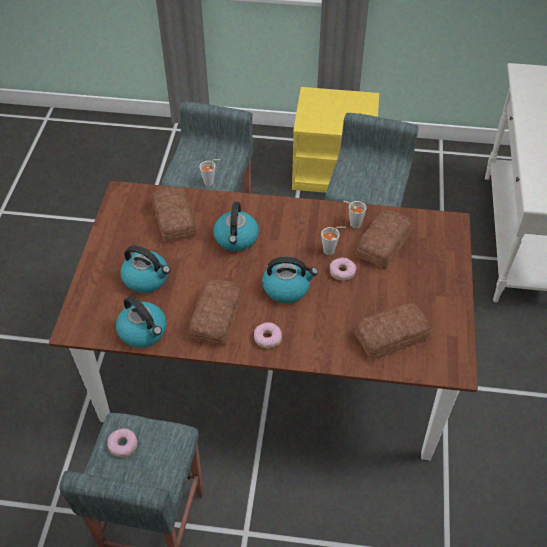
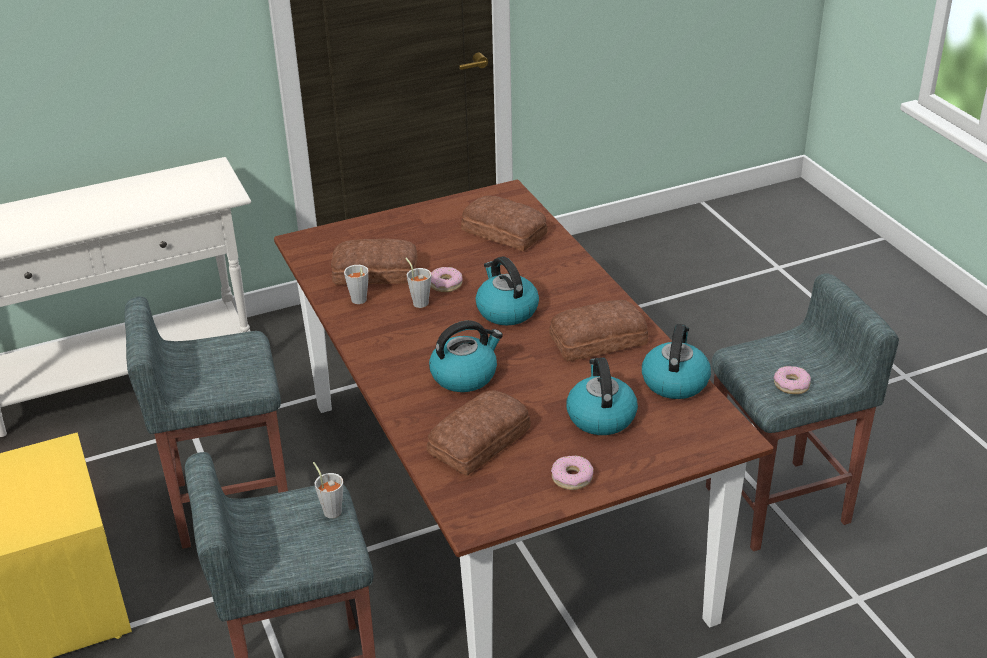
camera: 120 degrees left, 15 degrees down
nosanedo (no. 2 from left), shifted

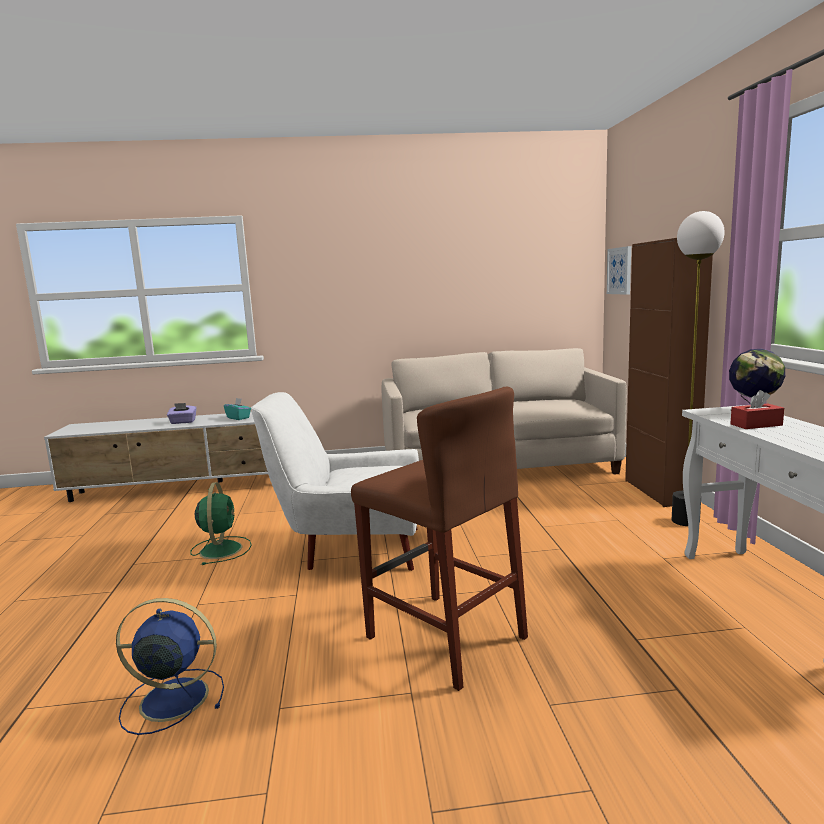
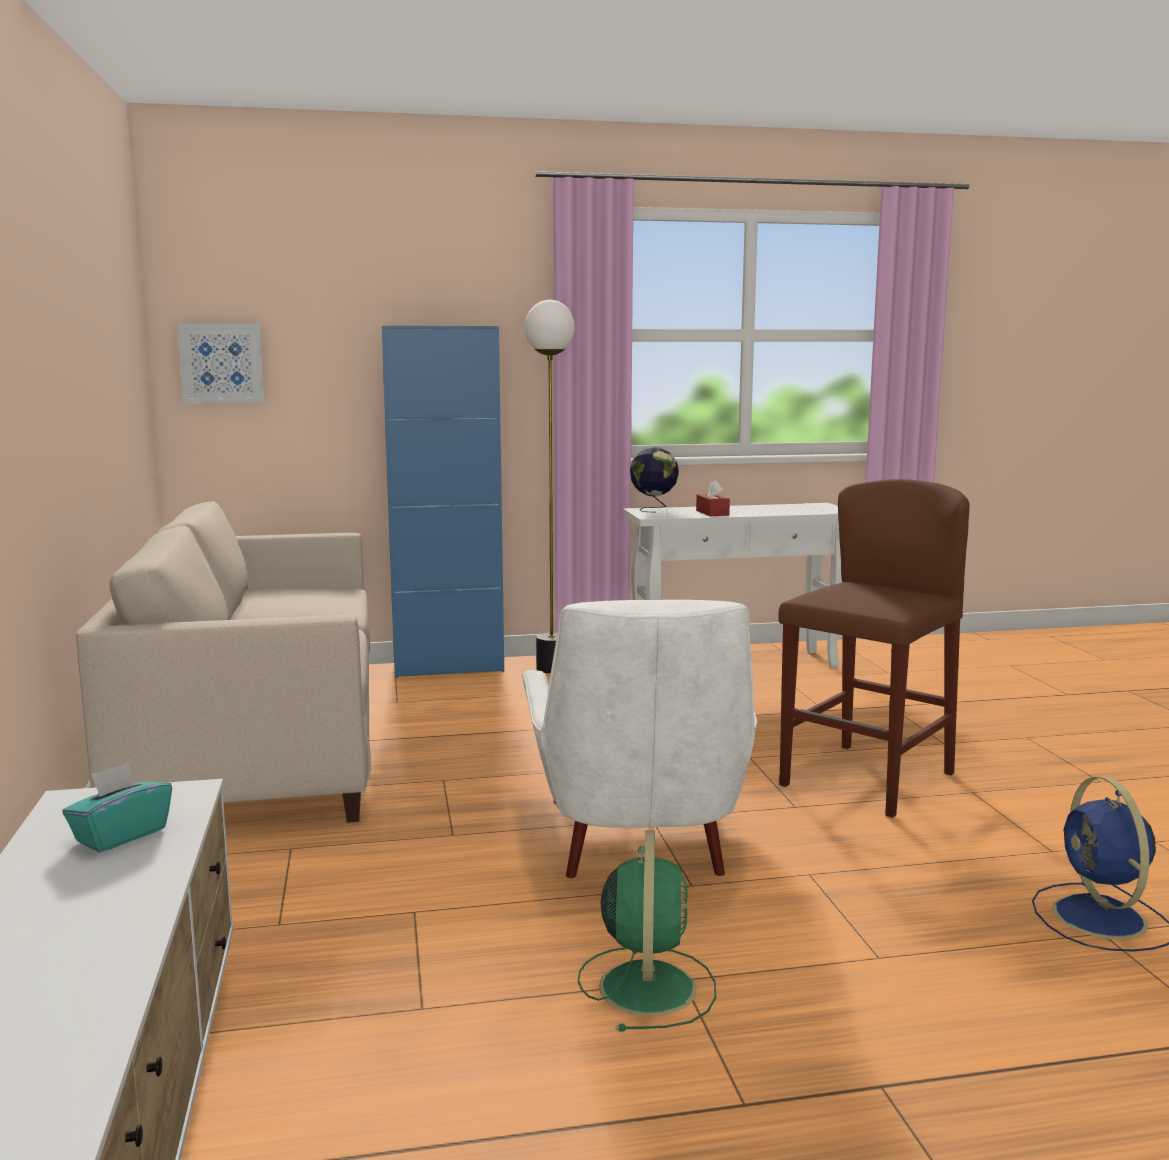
camera: 95 degrees left, 0 degrees up
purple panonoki -> none
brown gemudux -> blue gemudux
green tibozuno, 105 degrees clockwise

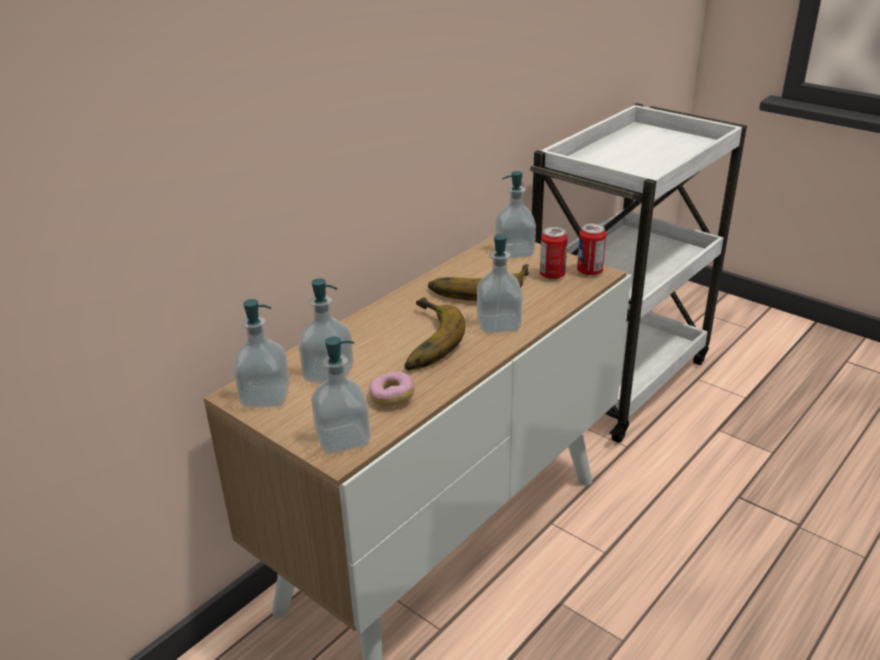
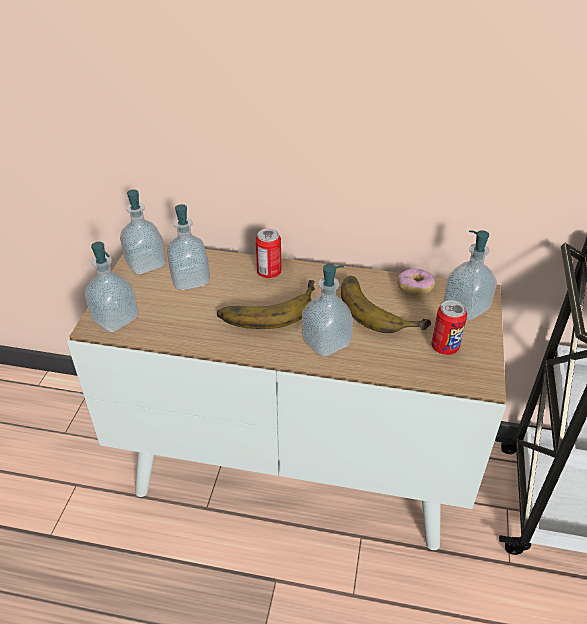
camera: 60 degrees right, 10 degrees up
nosanedo, shifted
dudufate (no. 2 from left in the first image) -> dudufate (no. 1 from left), shifted

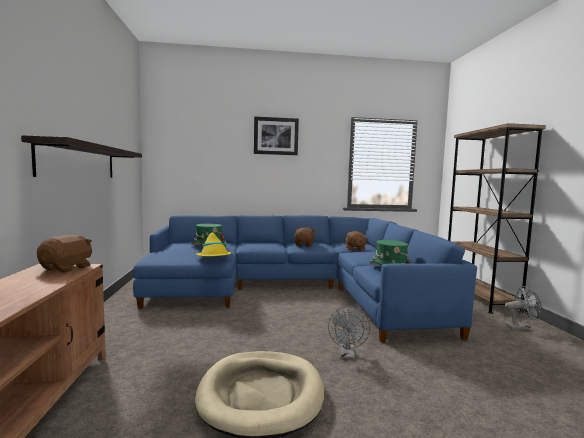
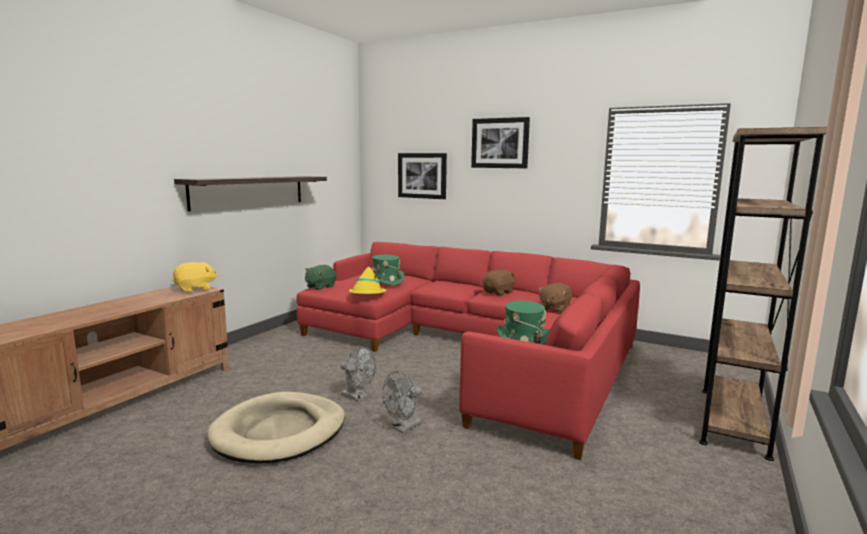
camera: 35 degrees right, 5 degrees up
none -> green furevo
none -> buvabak (no. 1 from left)
grey tibozuno (no. 2 from left in the first image) -> grey tibozuno (no. 1 from left), shifted
brown furevo (no. 1 from left) -> yellow furevo
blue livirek -> red livirek

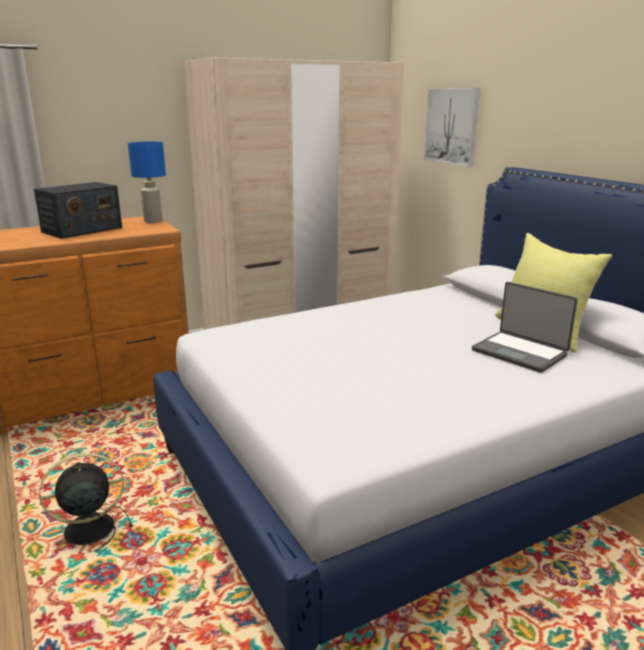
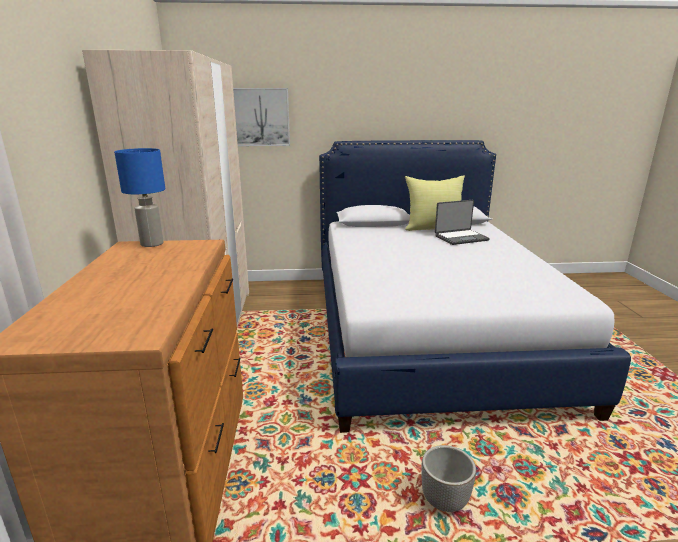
camera: 65 degrees left, 0 degrees up
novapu -> none
black tibozuno -> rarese

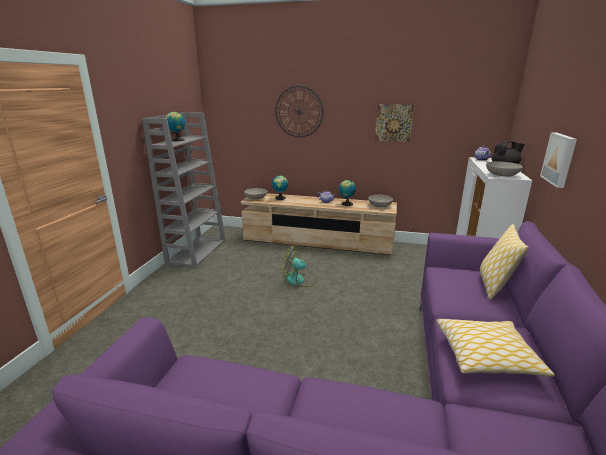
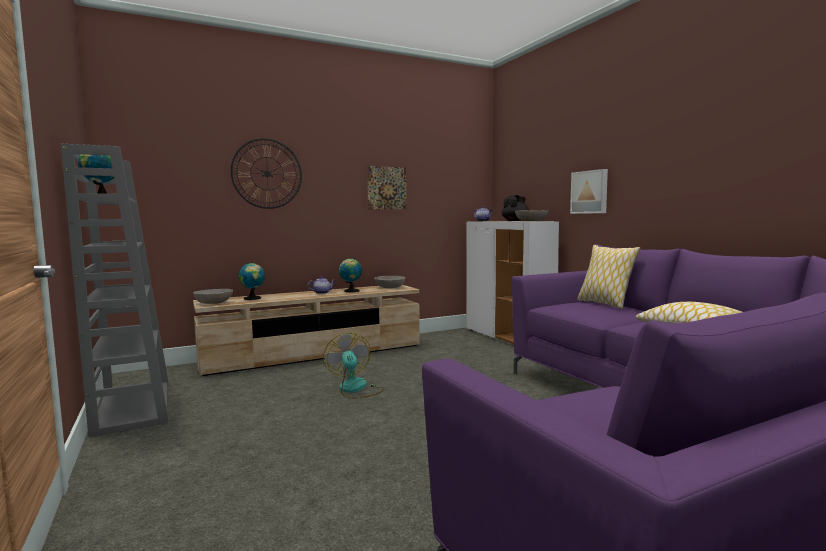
camera: 40 degrees left, 15 degrees down
tibozuno, 90 degrees clockwise

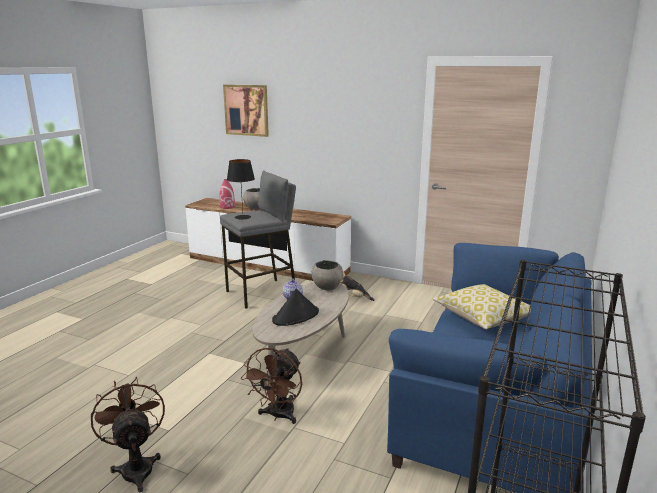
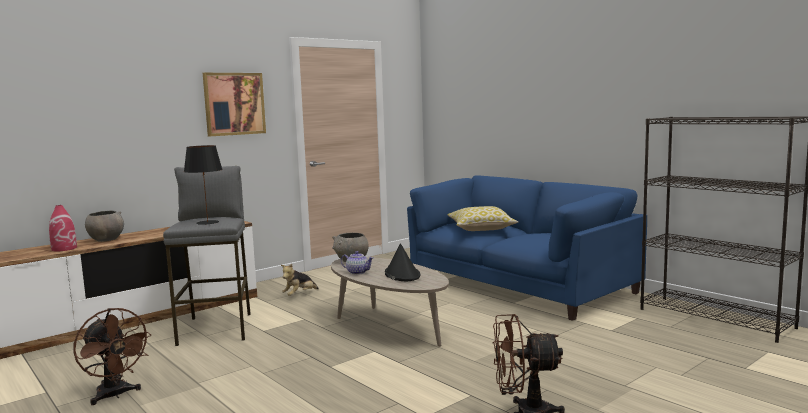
camera: 65 degrees left, 10 degrees down
buvabak, shifted
brown tibozuno (no. 2 from left in the first image) -> brown tibozuno (no. 1 from left), shifted

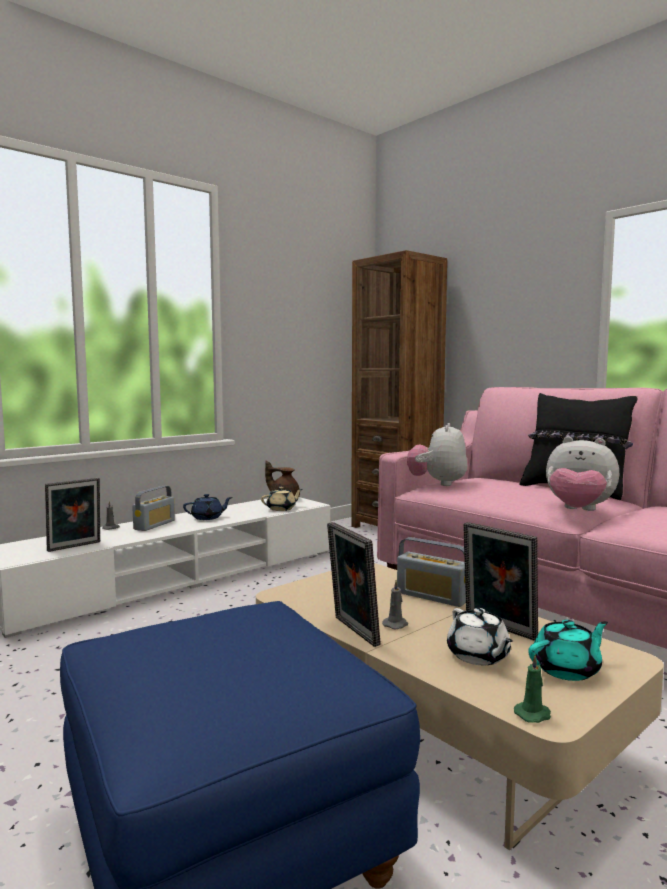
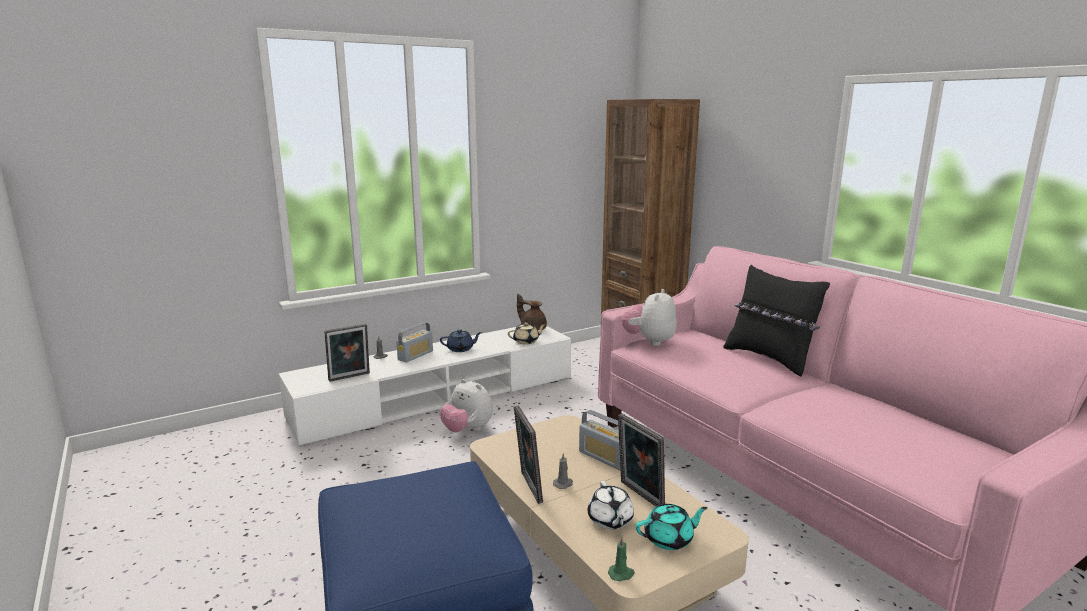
camera: 10 degrees right, 10 degrees up
furevo (no. 2 from left in the first image) -> furevo (no. 1 from left), shifted

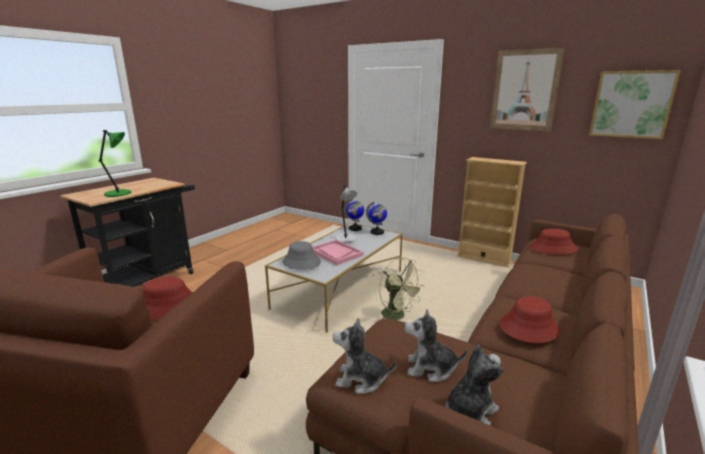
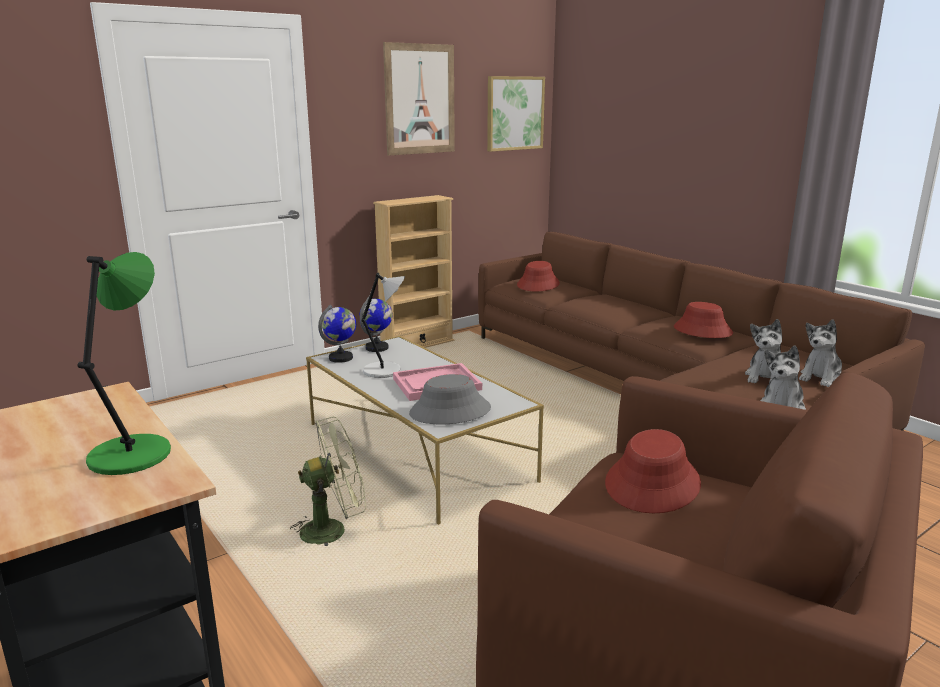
camera: 70 degrees left, 0 degrees up
green tibozuno, shifted
furevo (no. 3 from left), 120 degrees counterclockwise

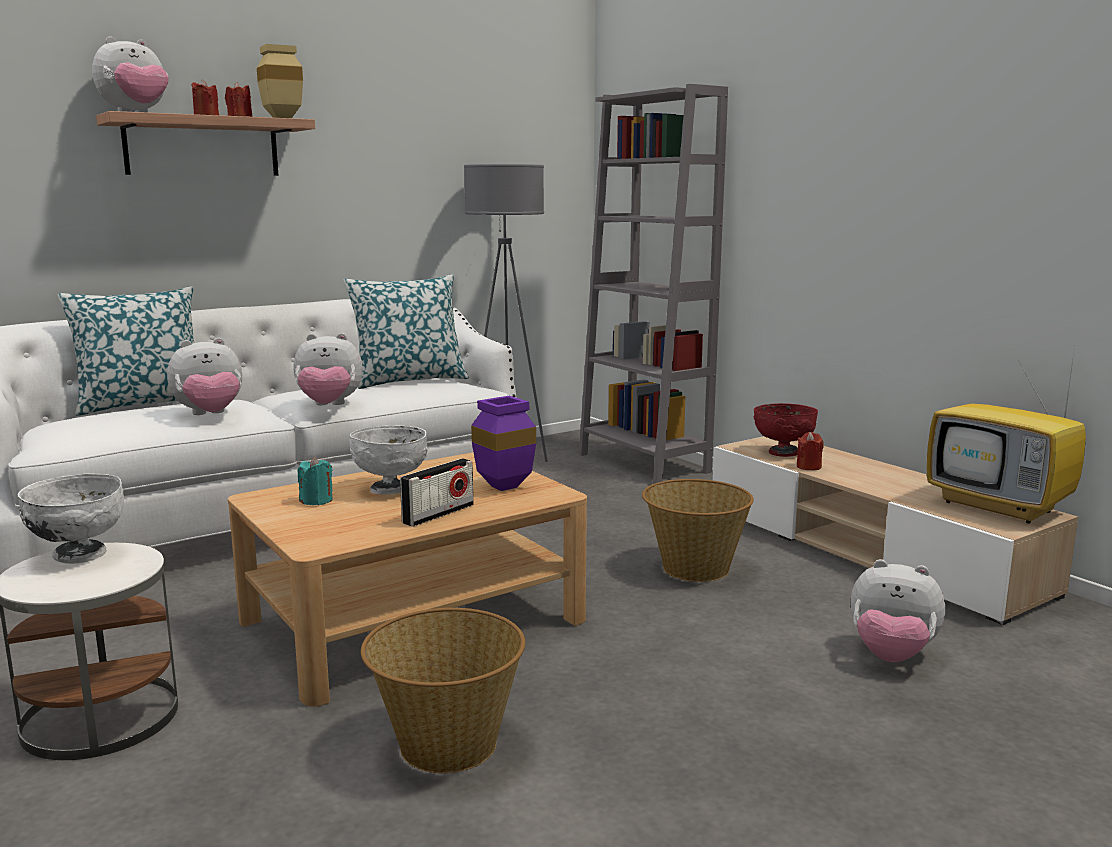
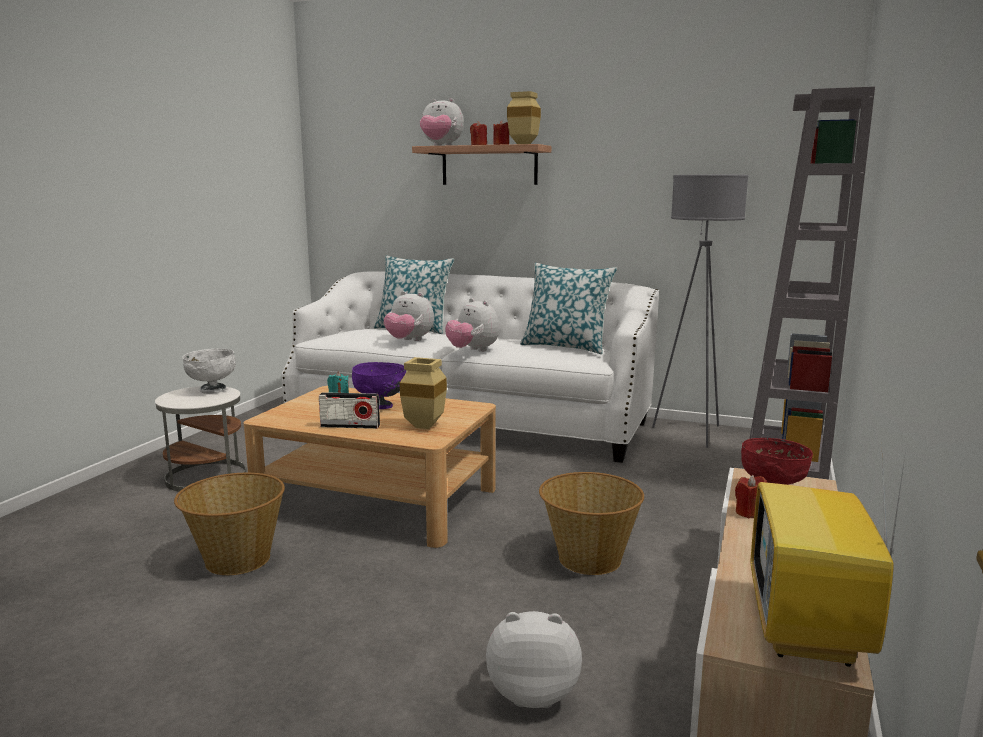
camera: 55 degrees right, 0 degrees up
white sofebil (no. 2 from left) -> purple sofebil
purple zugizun -> beige zugizun (no. 1 from left)
furevo (no. 4 from left), 105 degrees clockwise

